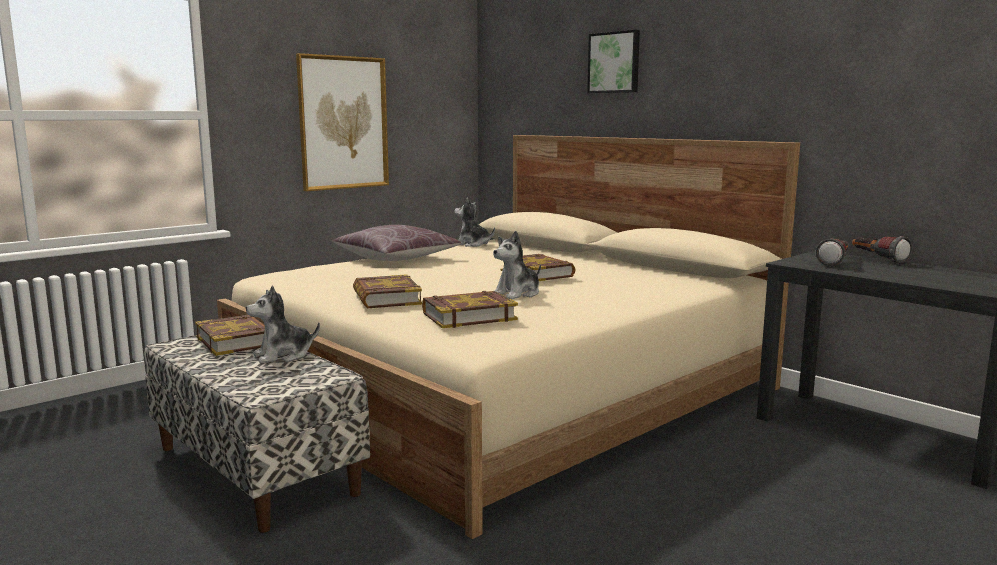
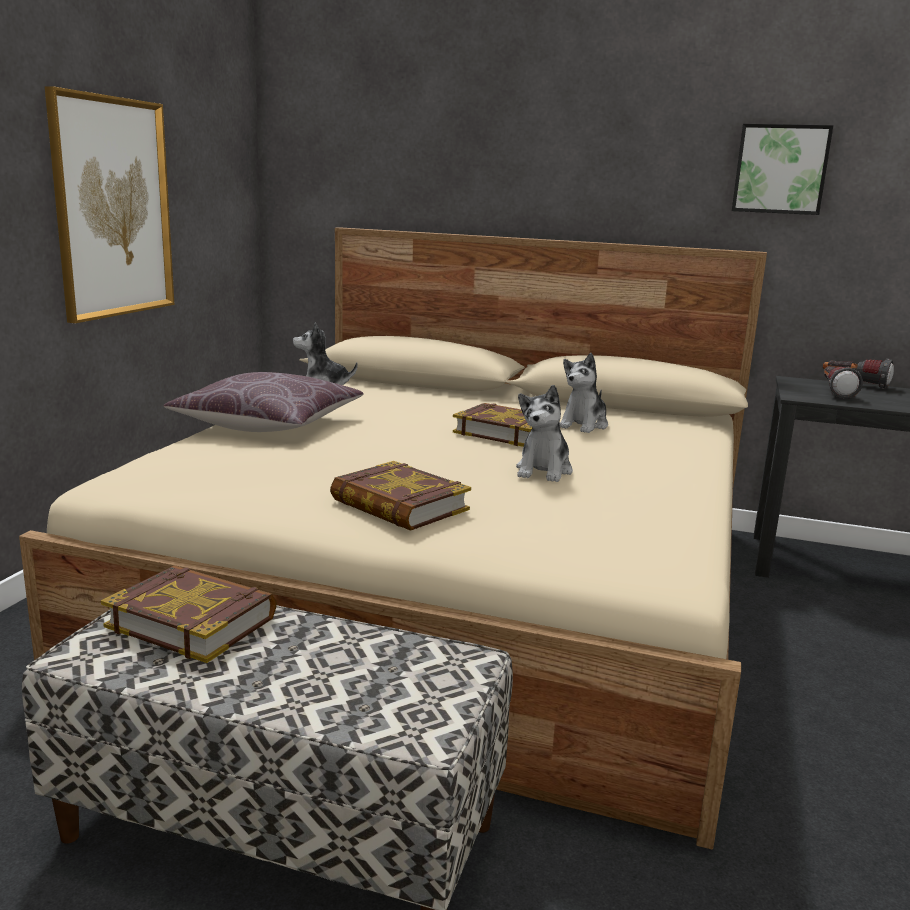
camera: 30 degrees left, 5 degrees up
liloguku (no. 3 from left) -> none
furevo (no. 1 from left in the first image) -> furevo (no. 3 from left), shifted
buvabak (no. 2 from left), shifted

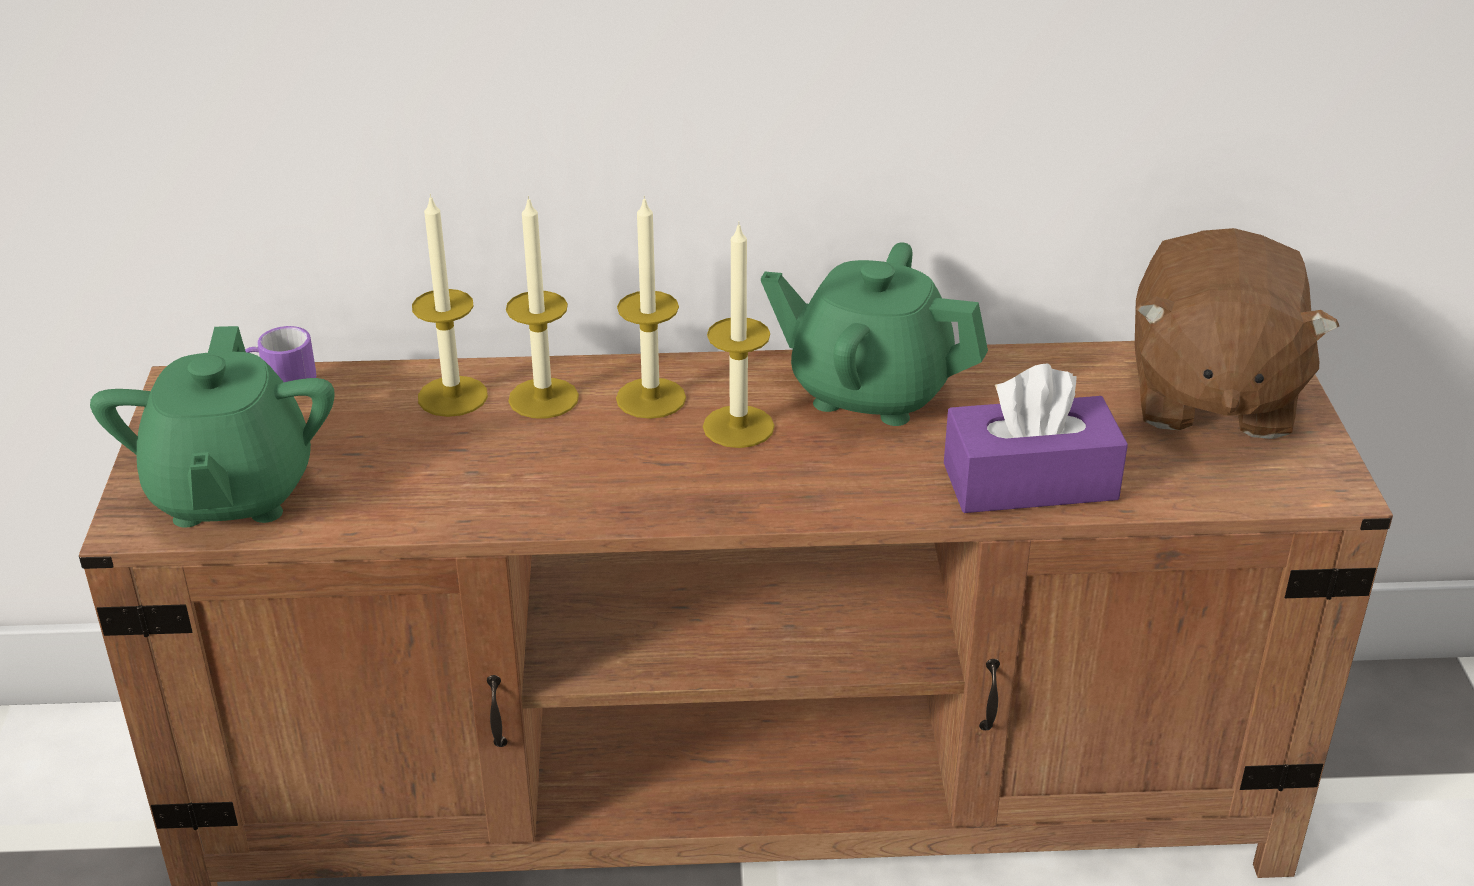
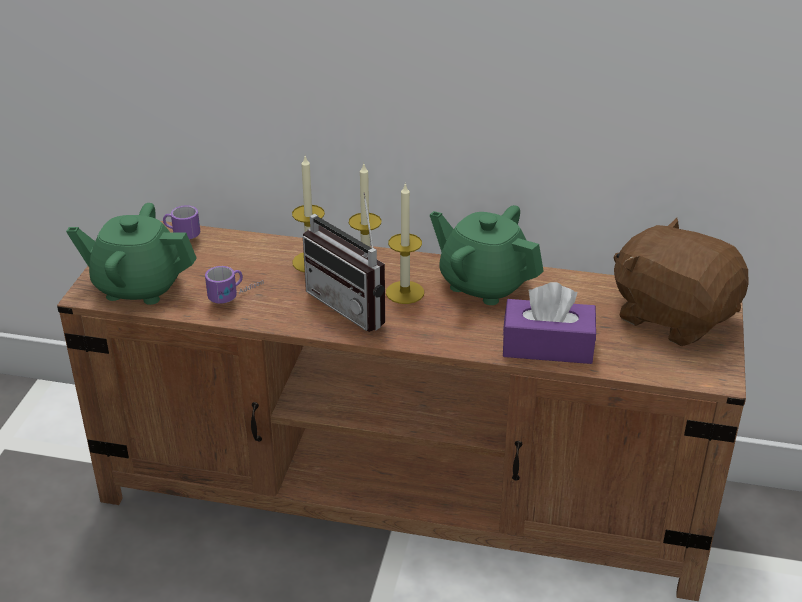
camera: 15 degrees right, 0 degrees up
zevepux (no. 1 from left) -> none
none -> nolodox (no. 2 from left)
none -> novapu
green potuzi (no. 1 from left), 90 degrees clockwise
brown furevo, 105 degrees clockwise

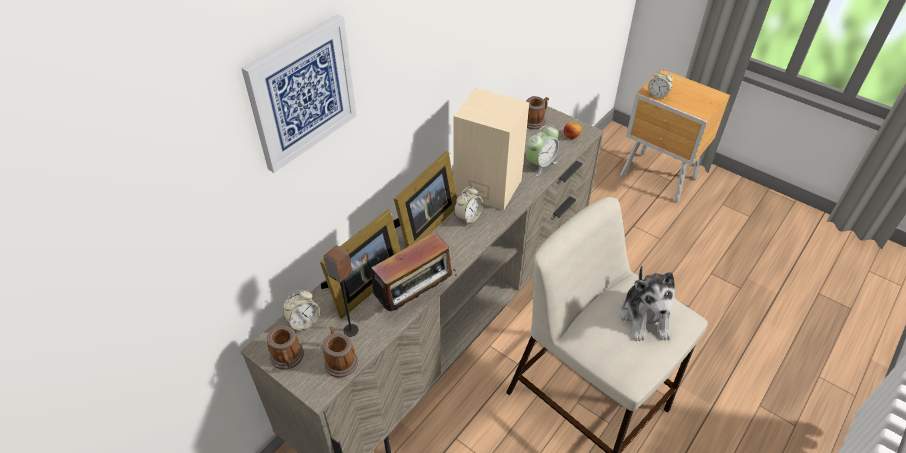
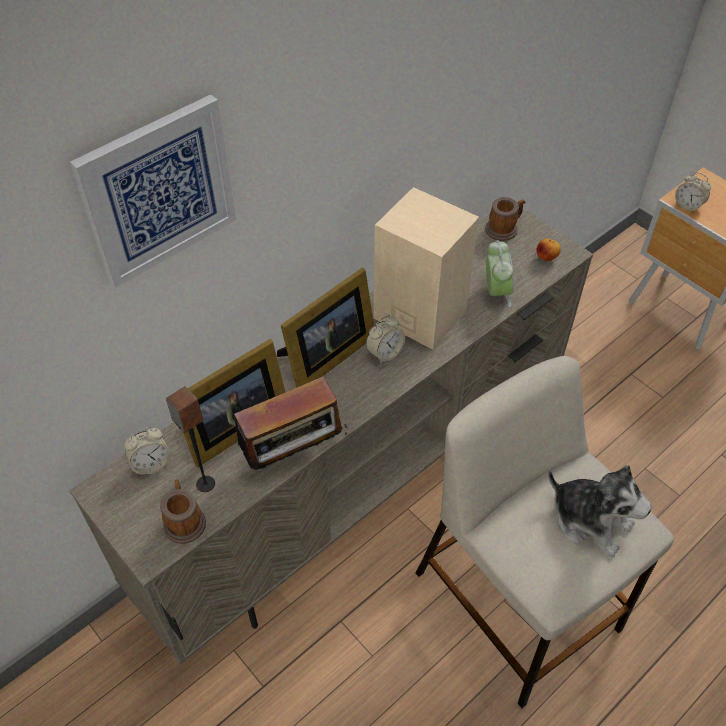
camera: 10 degrees right, 5 degrees up
nolodox (no. 1 from left) -> none
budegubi (no. 3 from left), 60 degrees counterclockwise
furevo, 60 degrees counterclockwise

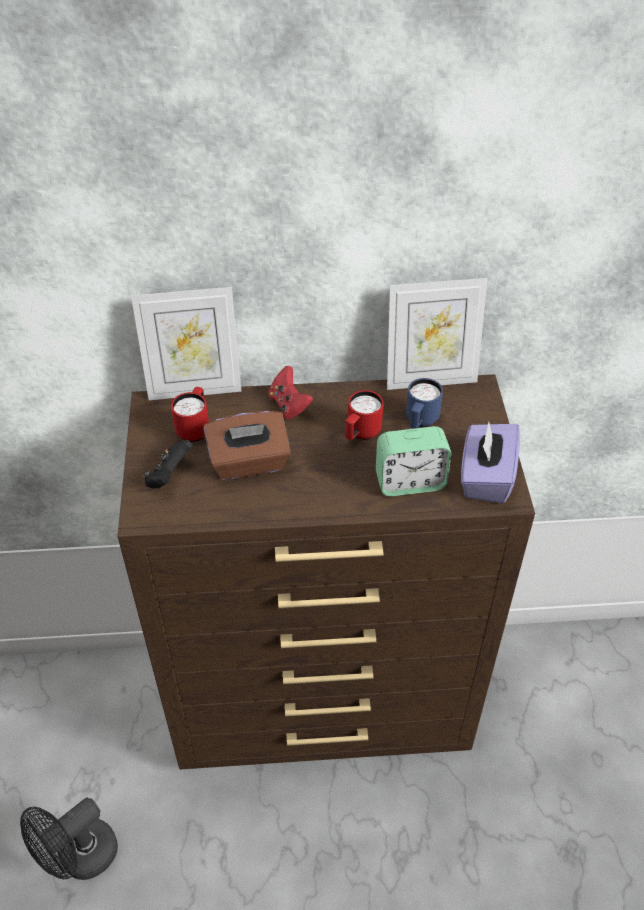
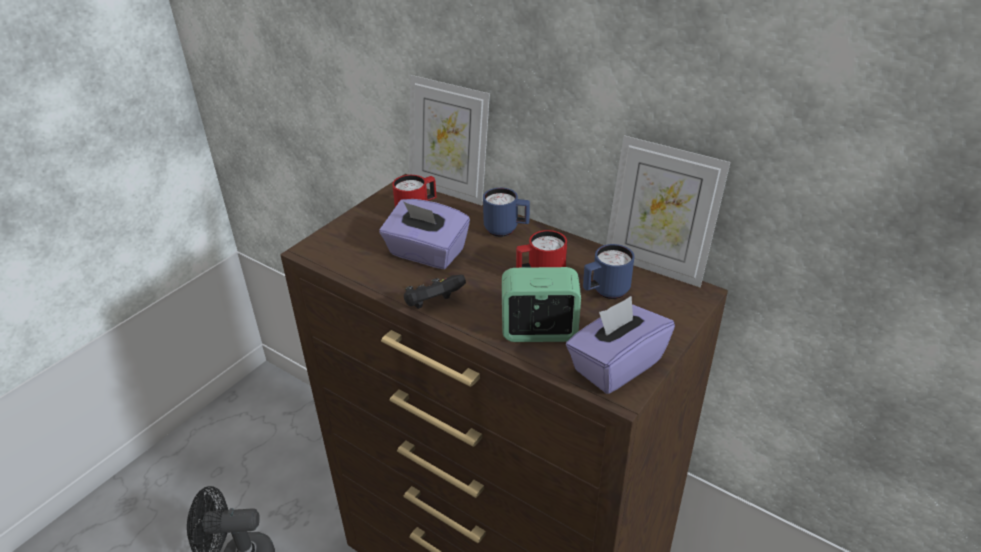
camera: 40 degrees right, 10 degrees down
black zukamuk, shifted
red zukamuk -> blue nolodox (no. 1 from left)
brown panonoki -> purple panonoki (no. 1 from left)
budegubi, 150 degrees clockwise

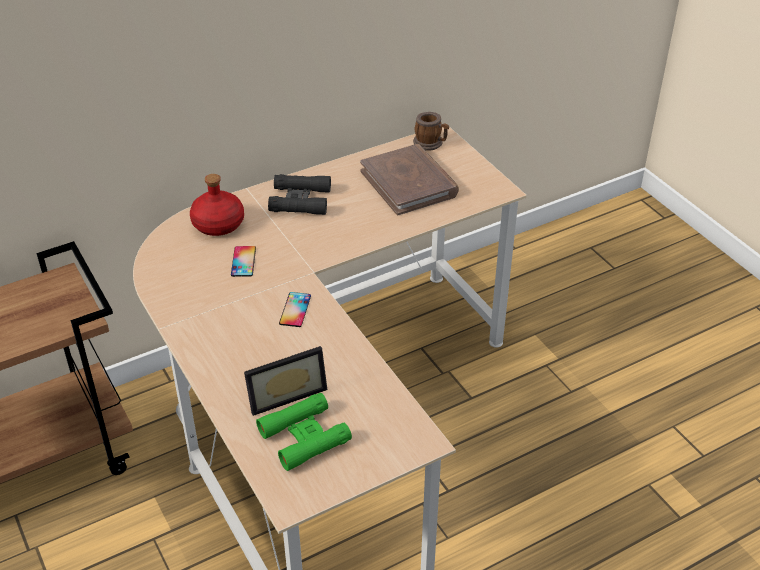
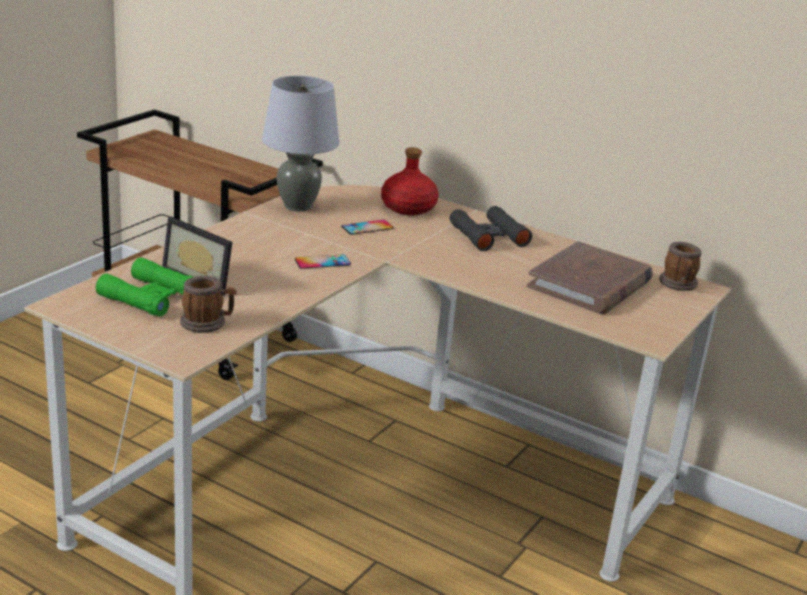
camera: 60 degrees right, 15 degrees down
none -> nolodox (no. 1 from left)
none -> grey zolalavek

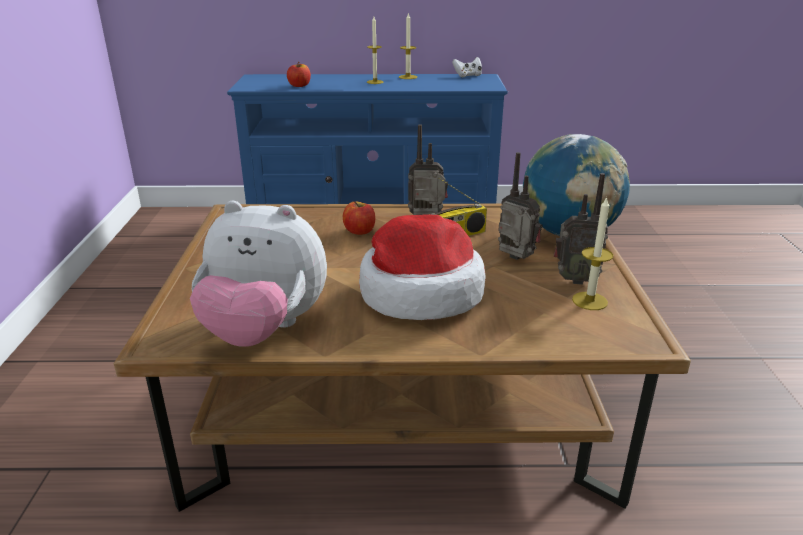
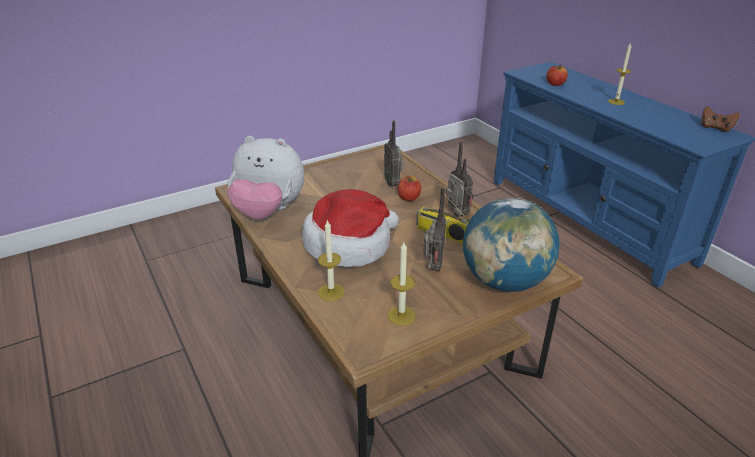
camera: 60 degrees right, 5 degrees up
zevepux (no. 2 from left in the first image) -> zevepux (no. 1 from left), shifted
novapu (no. 4 from left in the first image) -> novapu (no. 1 from left), shifted
white zukamuk -> brown zukamuk
furevo, 60 degrees counterclockwise

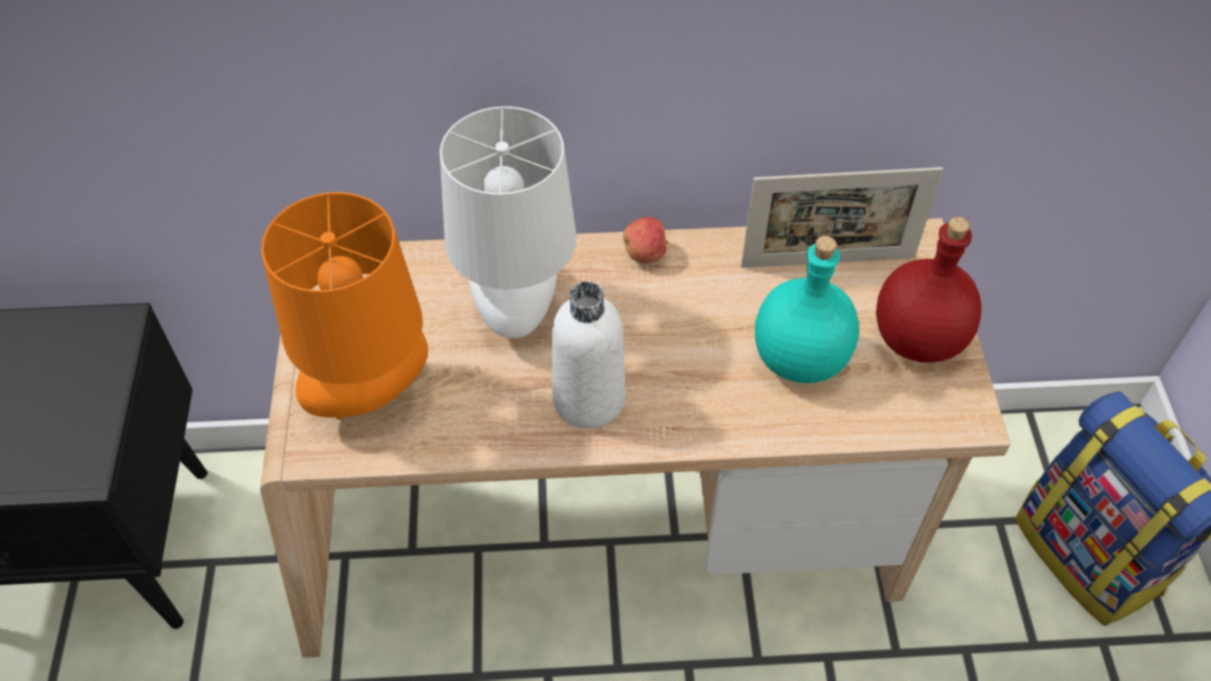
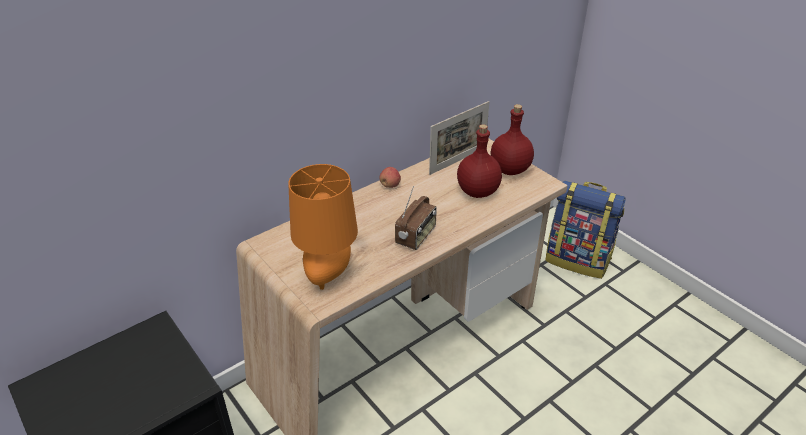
camera: 35 degrees left, 15 degrees down
white zolalavek -> none
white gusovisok -> novapu
turquoise gusovisok -> red gusovisok (no. 1 from left)

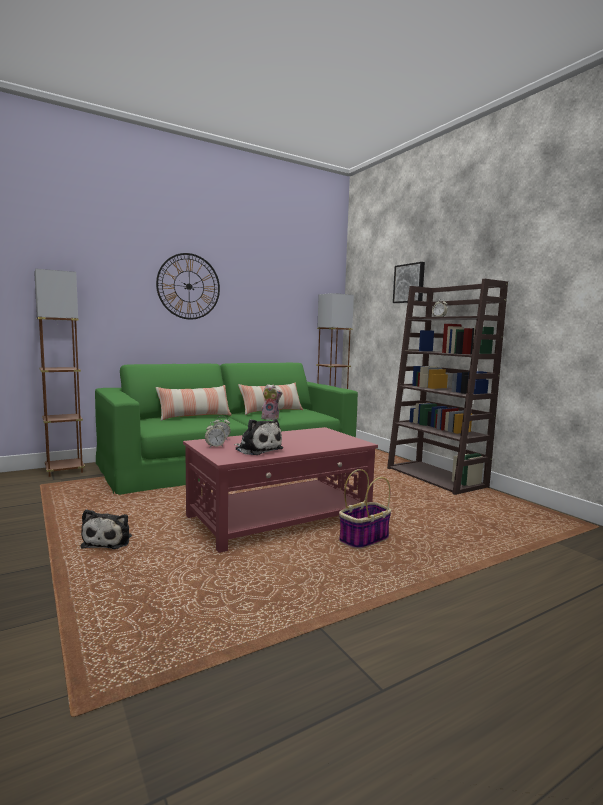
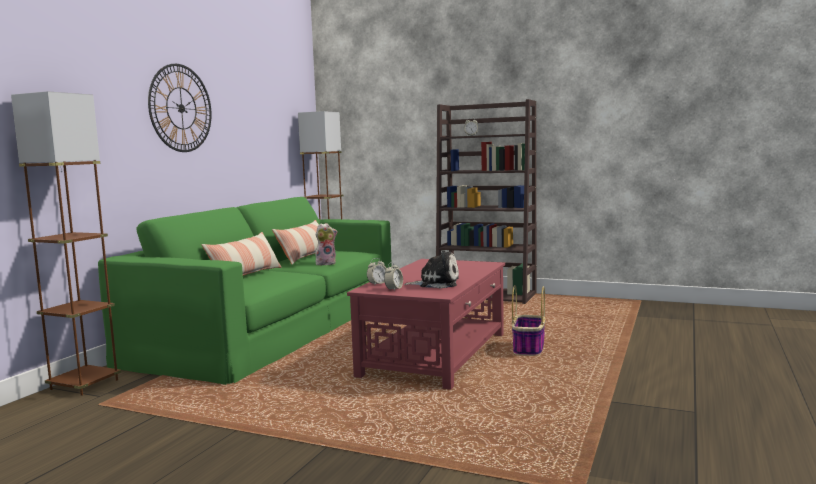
camera: 35 degrees left, 0 degrees up
furevo (no. 1 from left) -> none
buvabak -> none

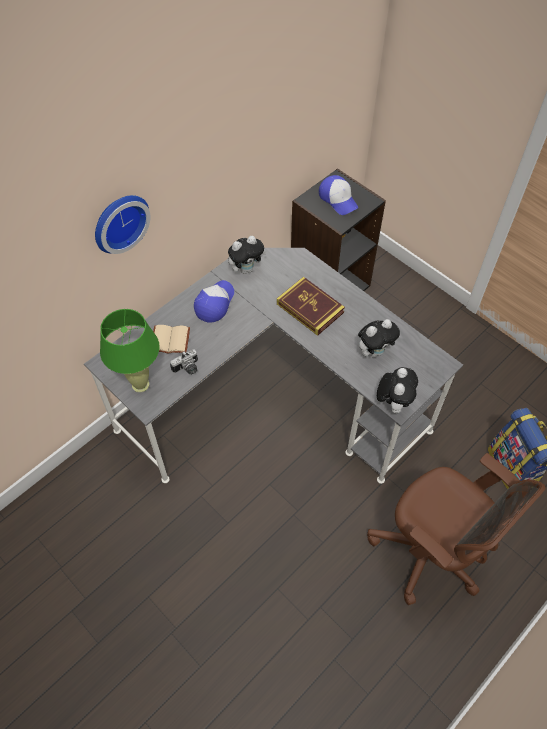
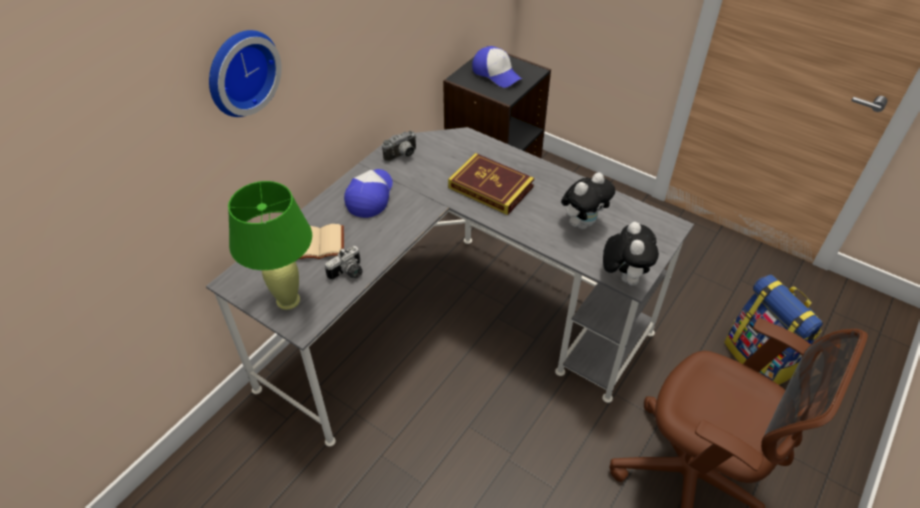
camera: 10 degrees left, 10 degrees down
furevo (no. 1 from left) -> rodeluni (no. 2 from left)

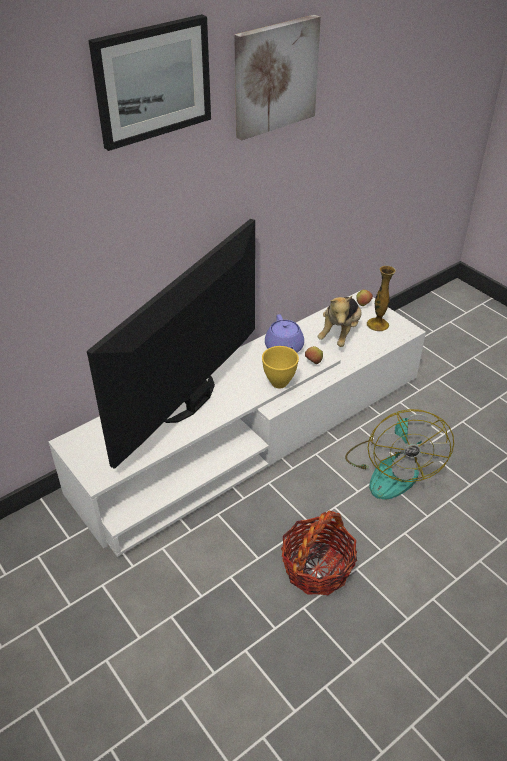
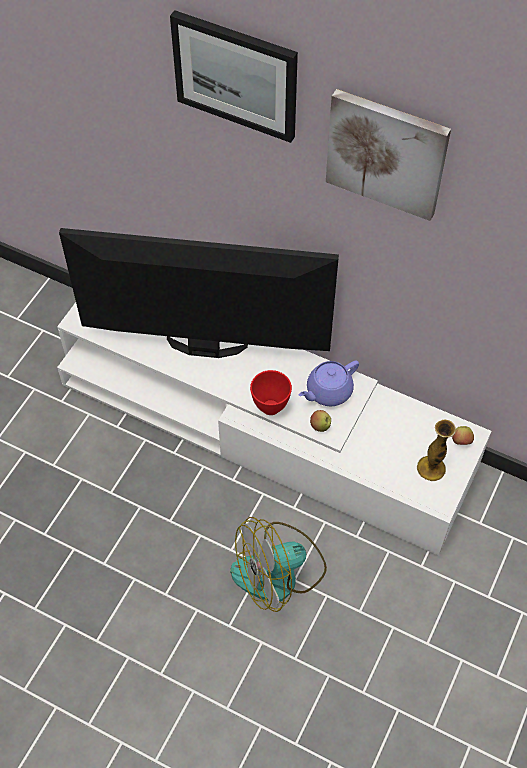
camera: 65 degrees right, 15 degrees up
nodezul -> none
furevo -> none
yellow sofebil -> red sofebil

